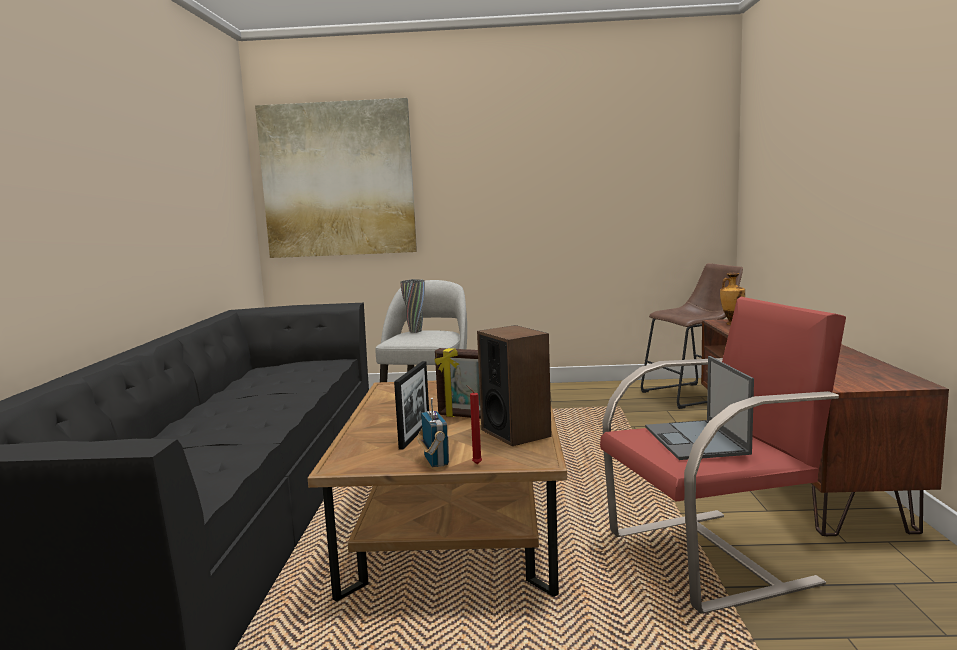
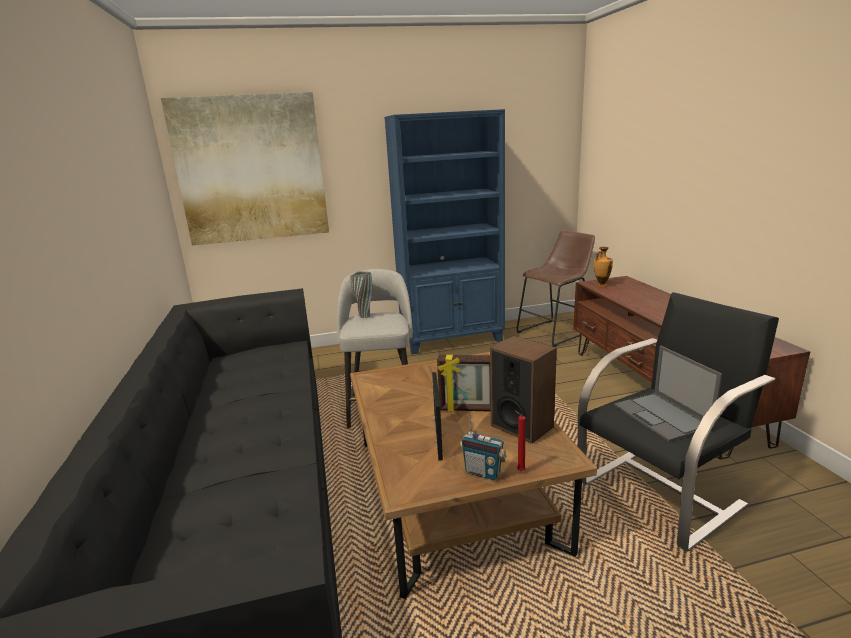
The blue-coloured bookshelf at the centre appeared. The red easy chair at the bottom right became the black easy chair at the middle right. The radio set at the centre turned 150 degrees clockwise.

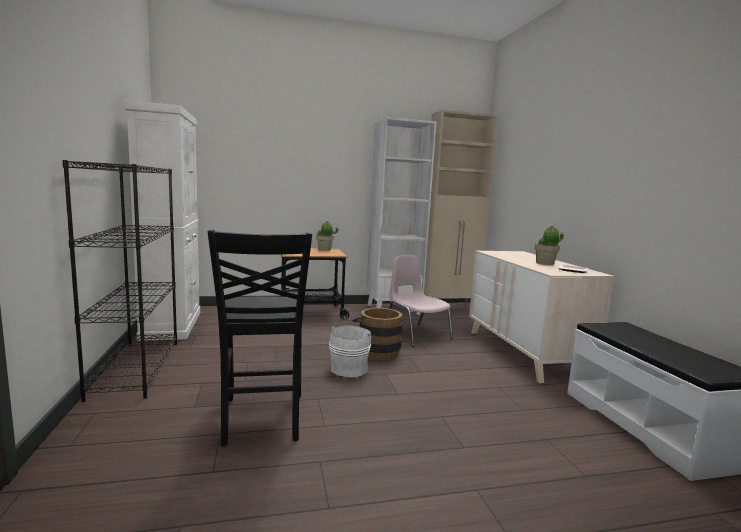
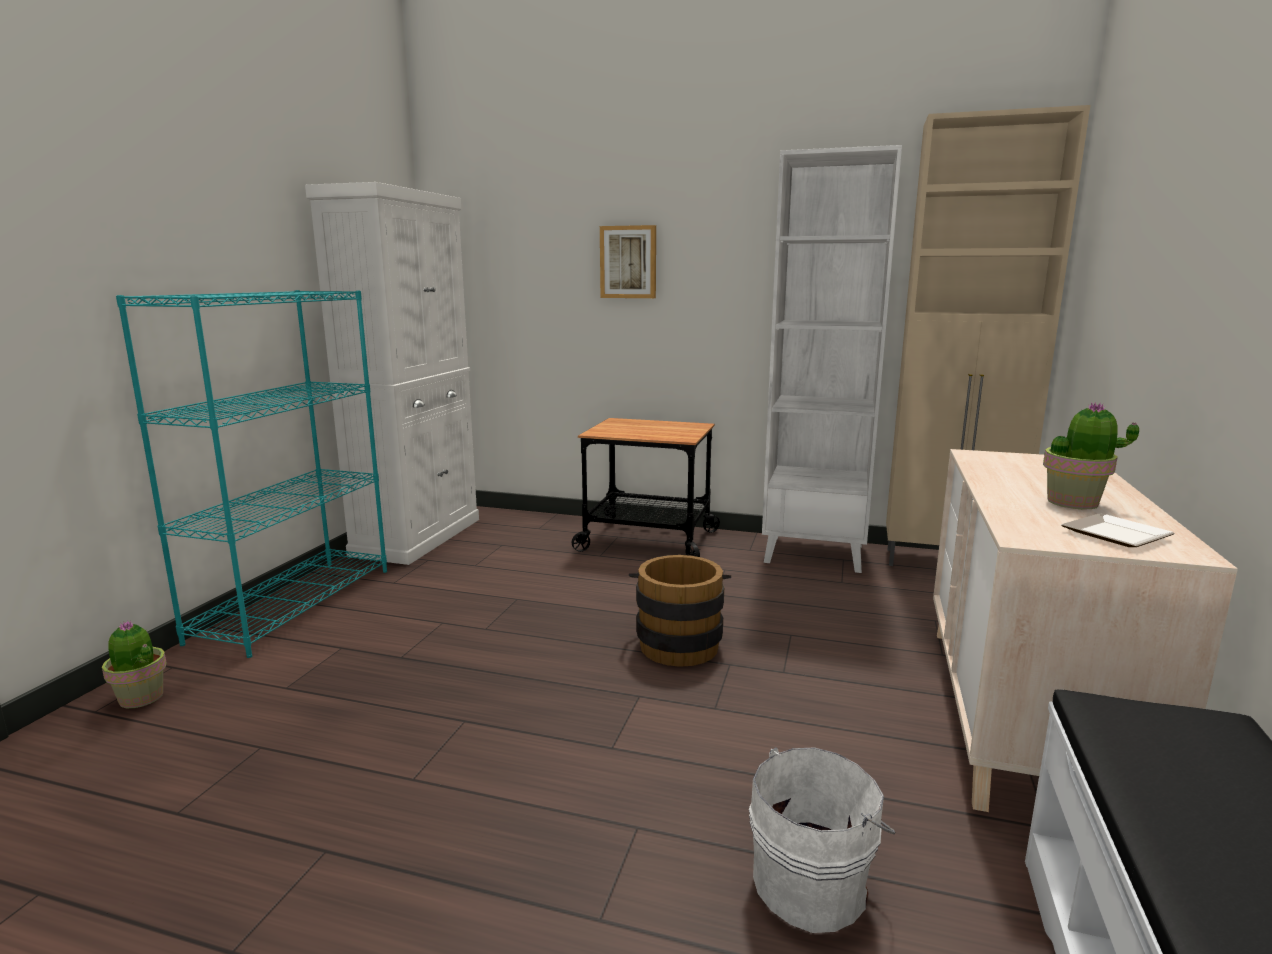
The black chair at the centre disappeared. The pink chair at the centre disappeared. The wall art at the top centre appeared. The plant in a pot (no. 1 from left) moved from the centre to the bottom left. The whitish pail moved from the centre to the bottom centre. The black bookshelf at the middle left became the blue-green bookshelf at the middle left.

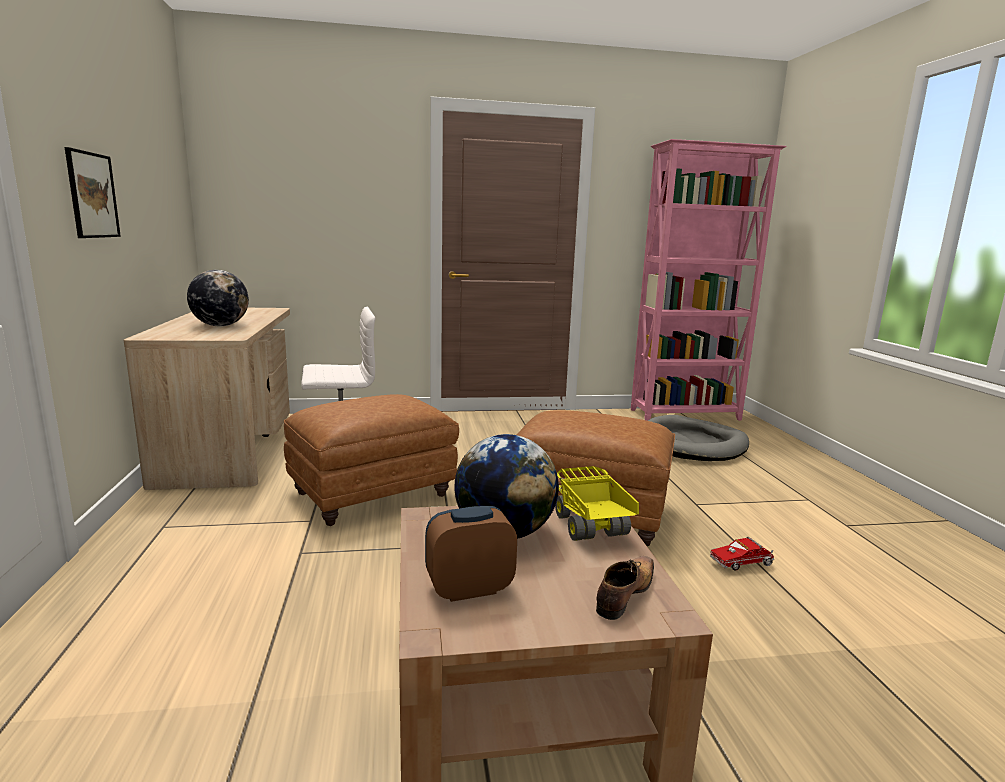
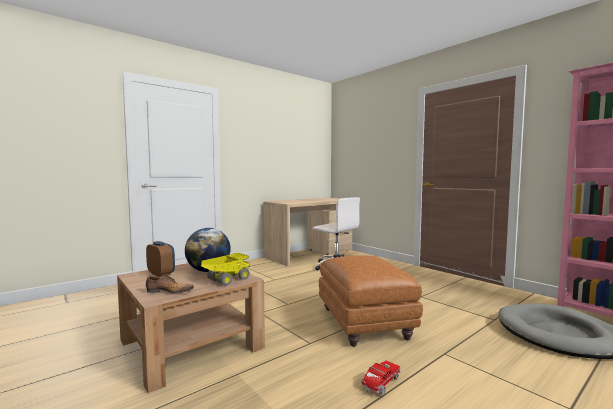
The wall art at the top left disappeared. The world globe (no. 1 from left) at the middle left disappeared. The brownish footrest (no. 1 from left) at the centre disappeared. The model truck (no. 2 from left) at the bottom right turned 90 degrees clockwise.

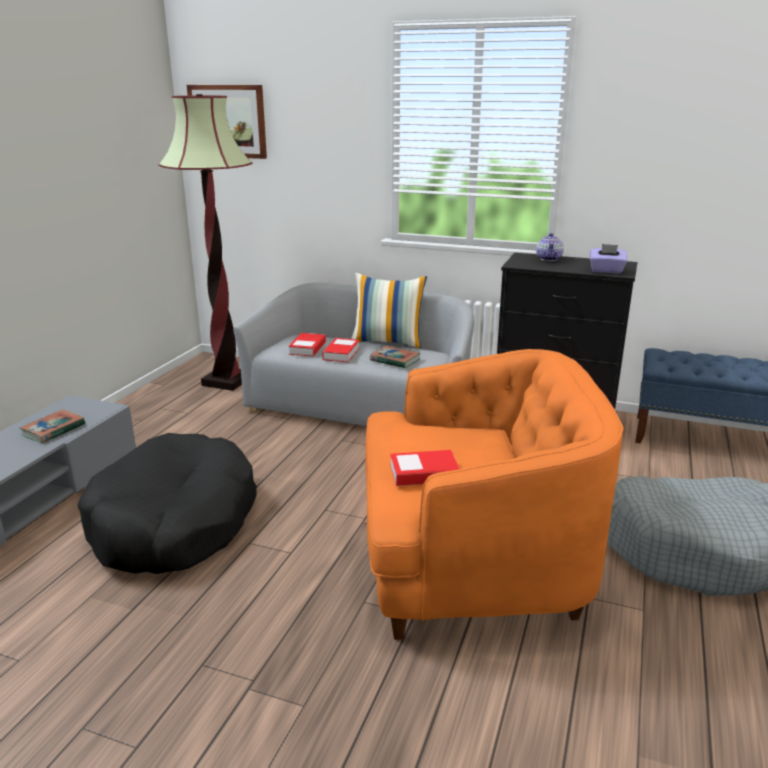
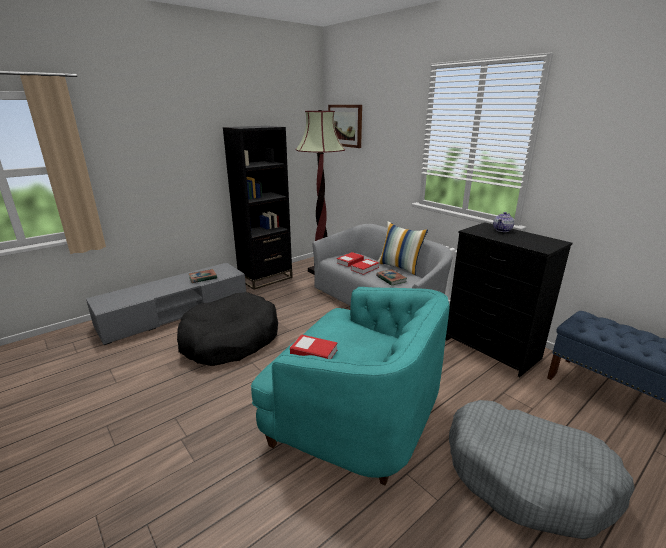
The purple-coloured box of tissues at the middle right disappeared. The black bookshelf at the centre appeared. The orange easy chair at the centre became the blue-green easy chair at the bottom centre.

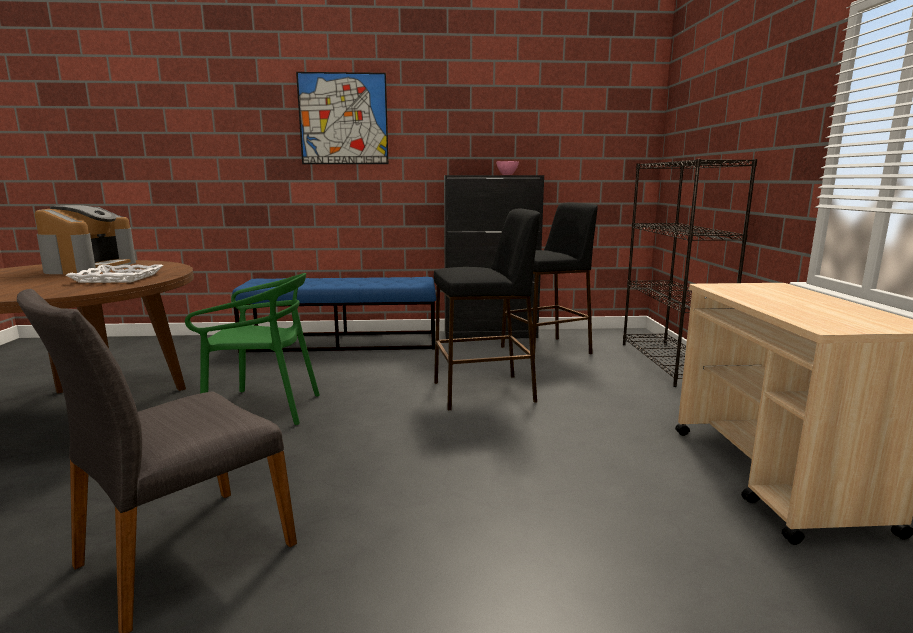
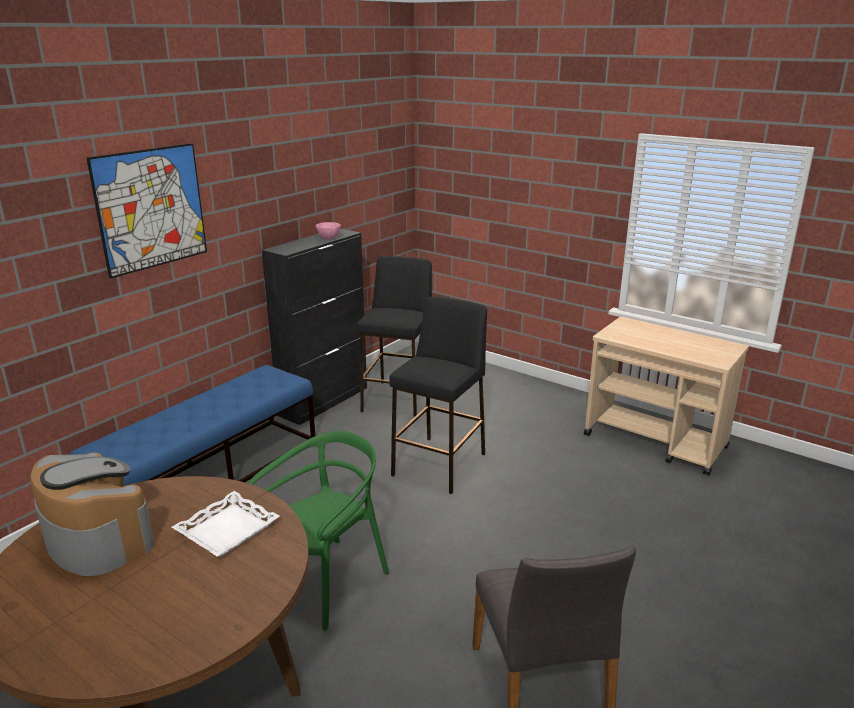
The black bookshelf at the middle right disappeared.

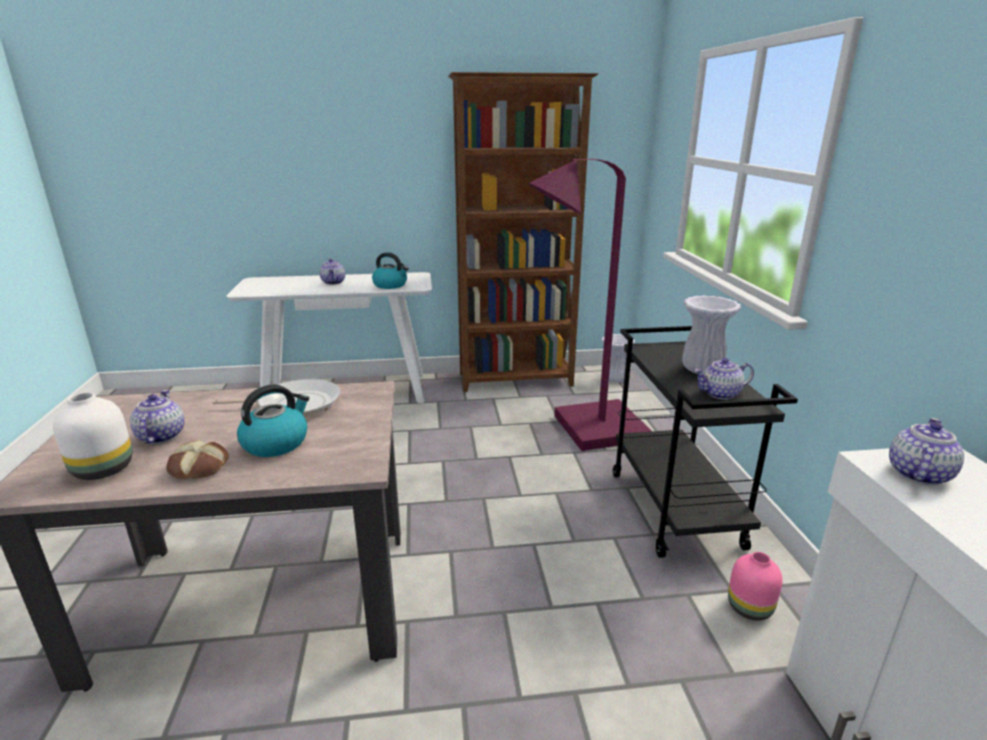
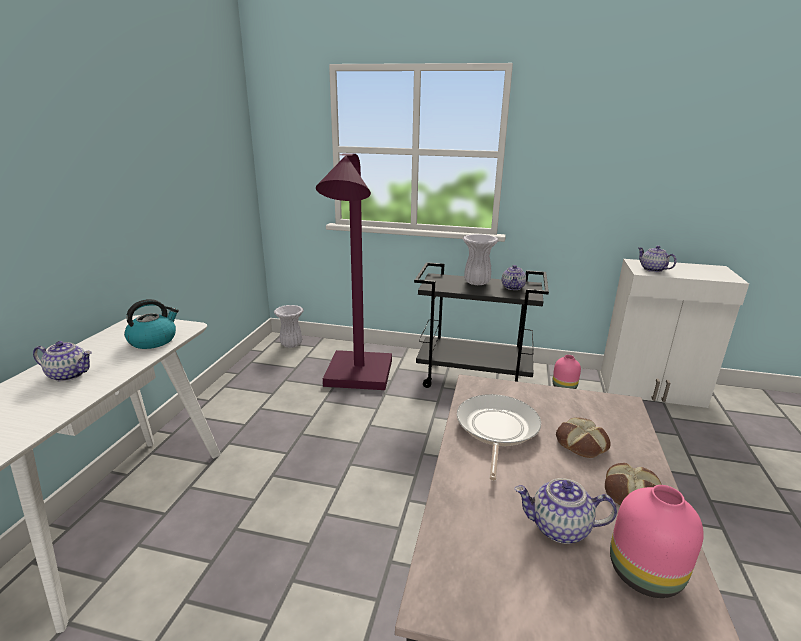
The brownish bookshelf at the top centre disappeared. The water kettle (no. 1 from left) at the middle left was replaced by the bread (no. 1 from left) at the bottom right. The whitish decorative vase (no. 1 from left) at the middle left became the pink decorative vase (no. 2 from left) at the bottom right.

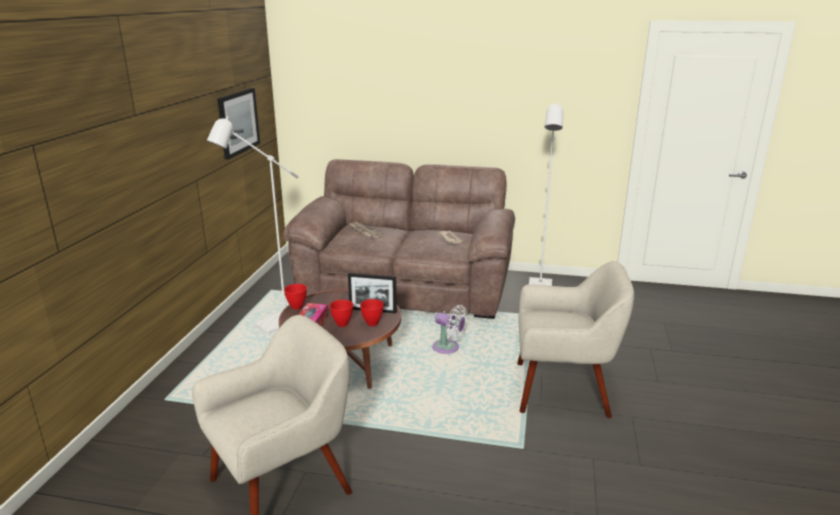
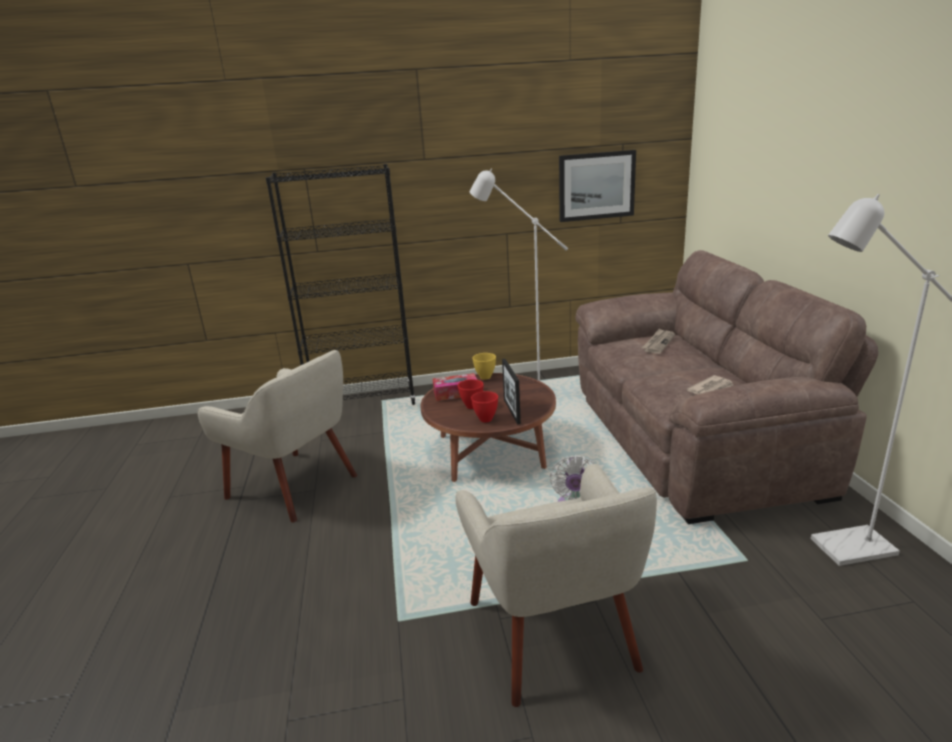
The black bookshelf at the centre appeared. The red serving bowl (no. 1 from left) at the centre became the yellowish serving bowl at the centre.

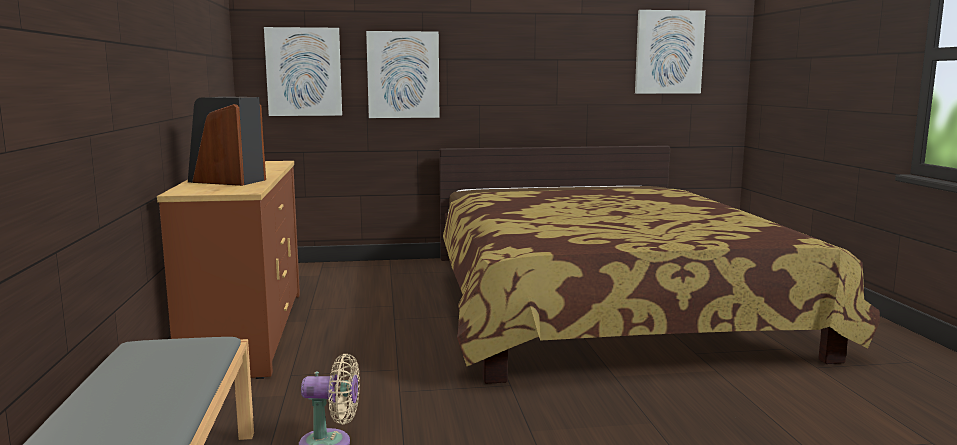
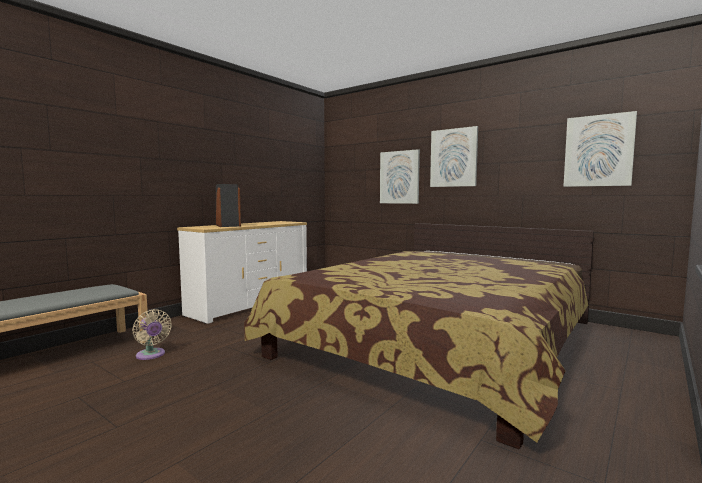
The wall art (no. 1 from left in the first image) moved from the top left to the top centre. The brownish dresser at the middle left became the whitish dresser at the centre.

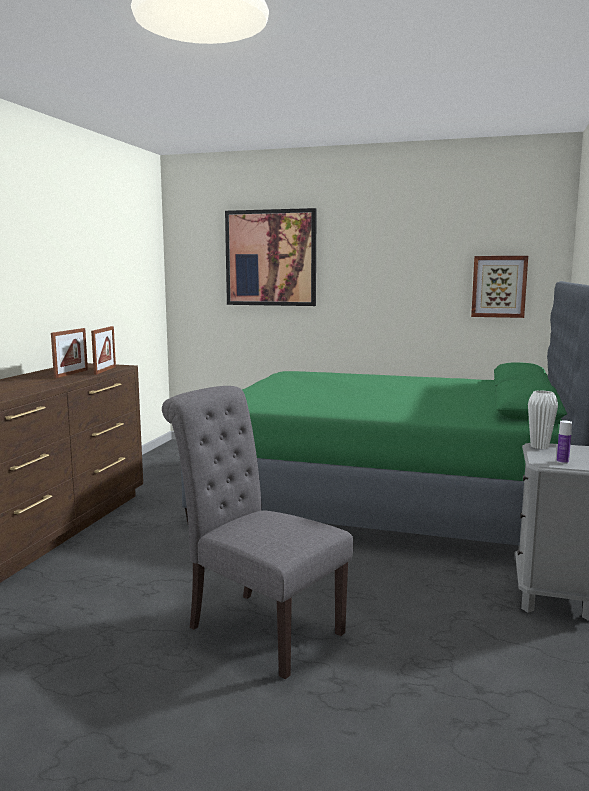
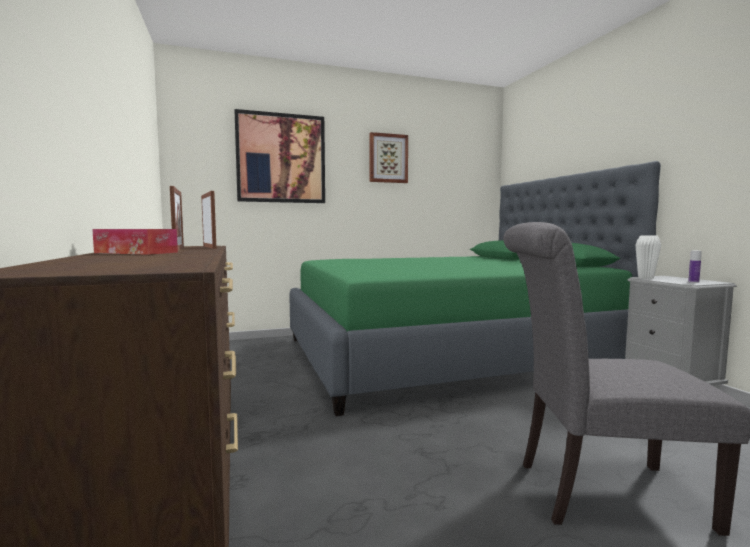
The box of tissues at the middle left appeared. The wall art (no. 2 from left) moved from the middle right to the top centre.

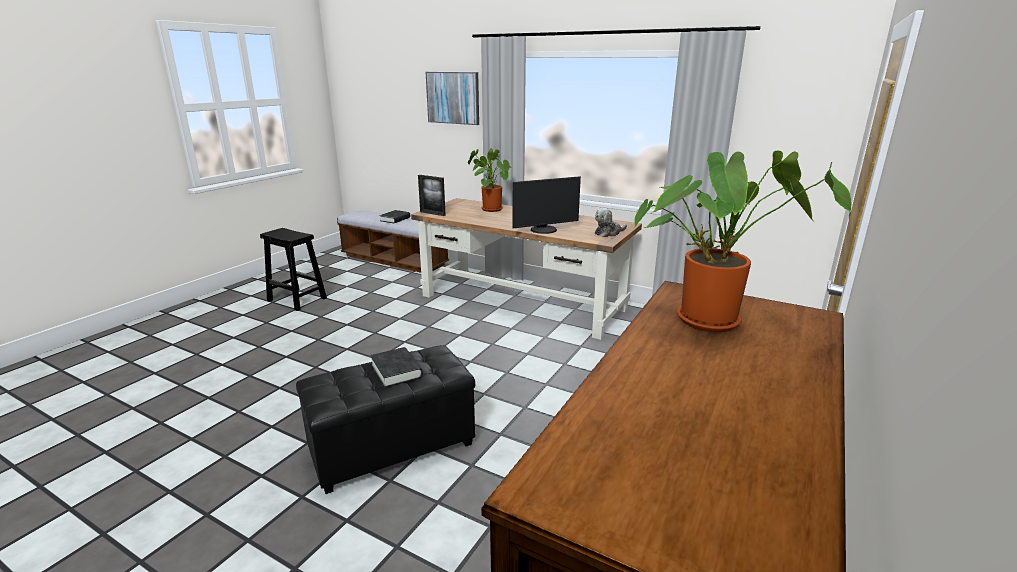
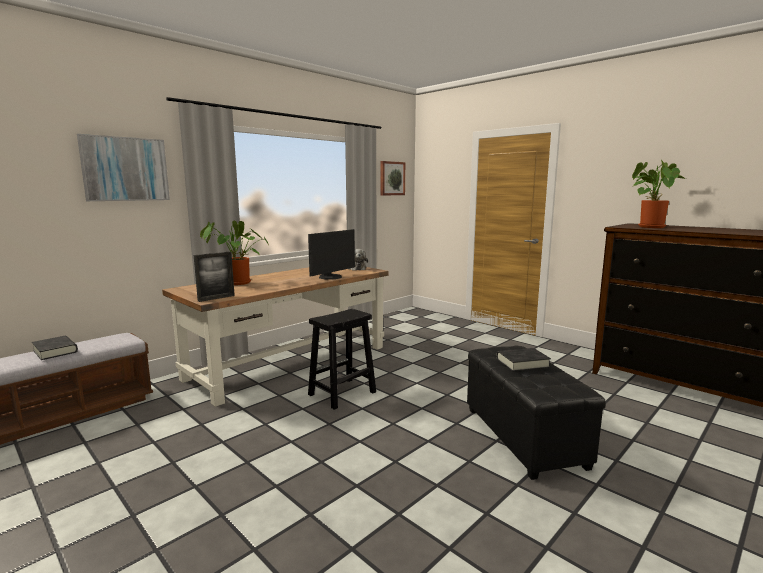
The wall art (no. 2 from left) at the top centre appeared. The black stool seat moved from the middle left to the centre. The computer display at the centre turned 45 degrees clockwise.

